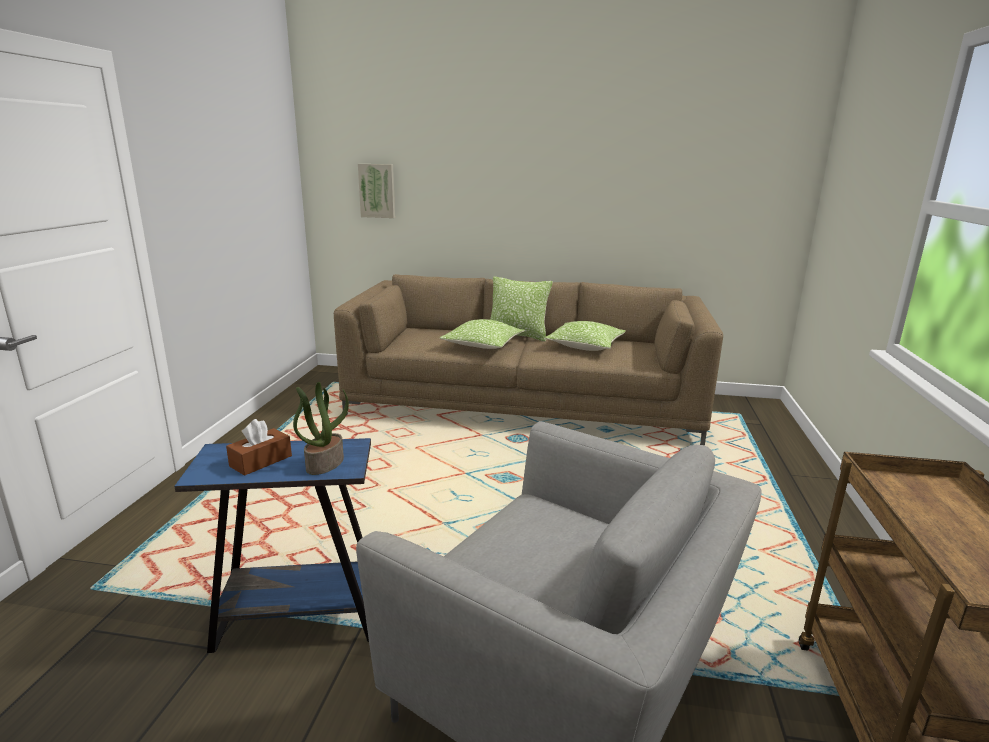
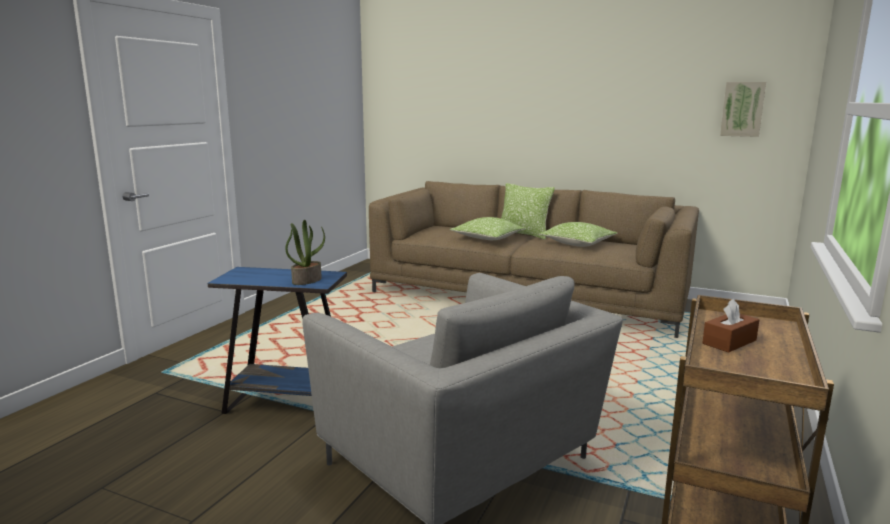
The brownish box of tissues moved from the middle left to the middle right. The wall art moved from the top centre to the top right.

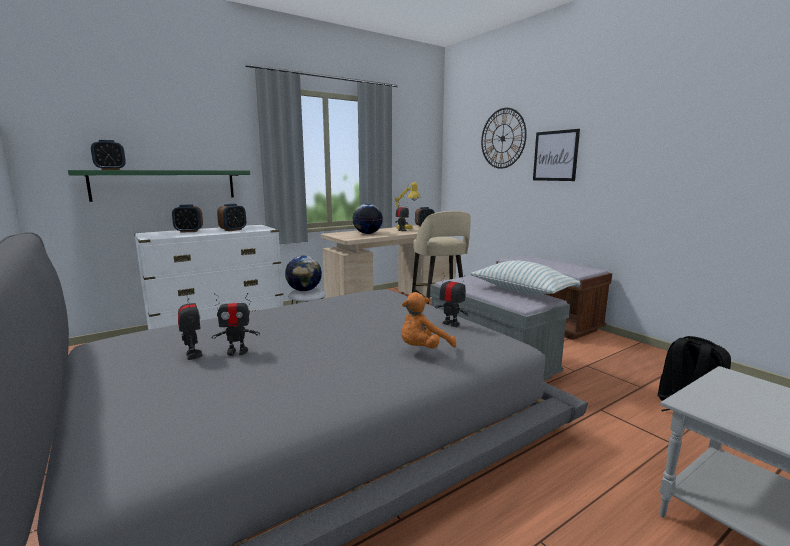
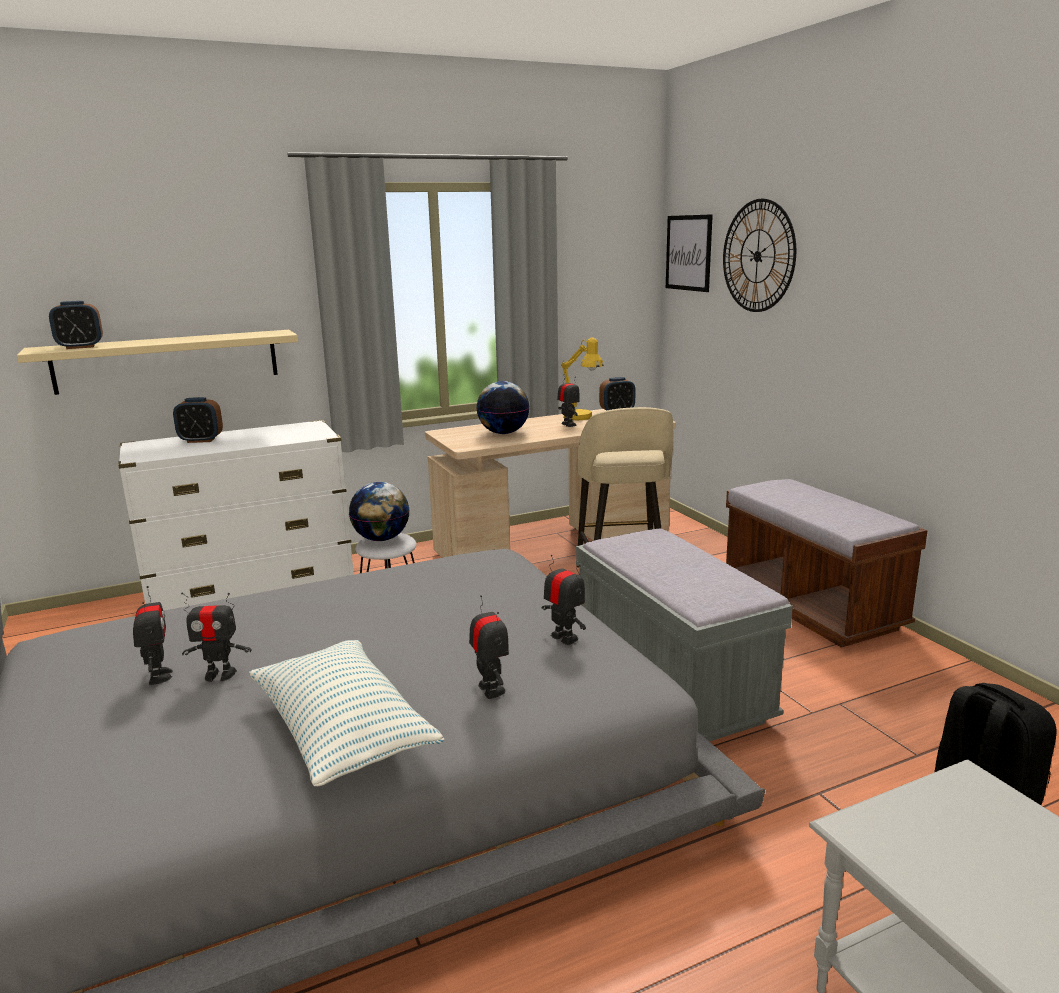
The table clock (no. 3 from left) at the middle left disappeared. The throw pillow moved from the centre to the bottom left. The wall art moved from the top right to the top centre. The orange plush toy at the centre was replaced by the toy robot (no. 3 from left) at the centre. The green bracket shelf at the middle left became the sand-coloured bracket shelf at the middle left.

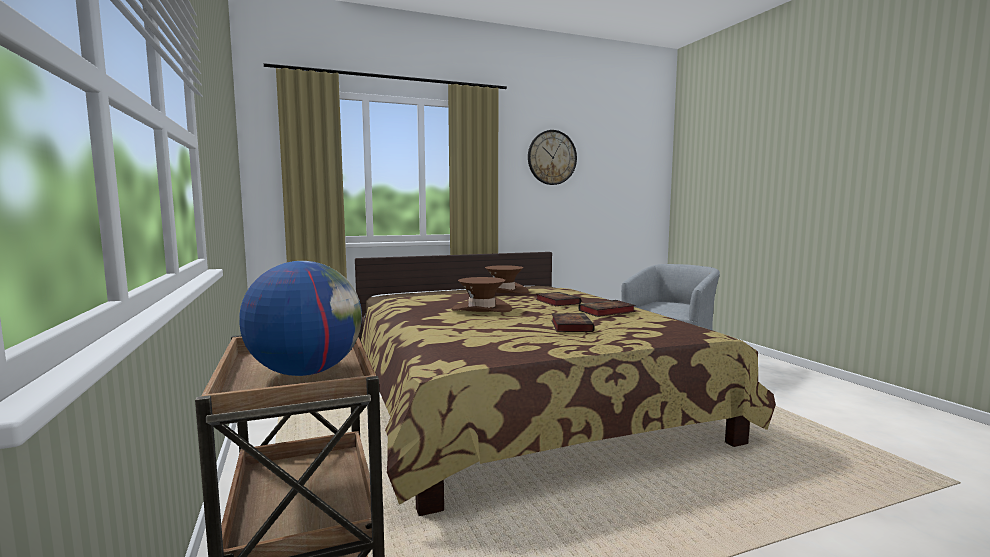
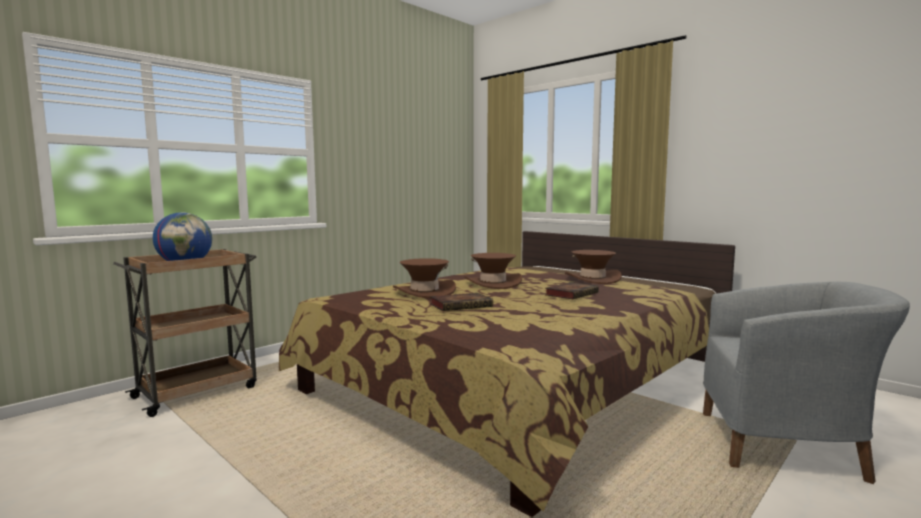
The wall clock at the top centre disappeared. The bound book (no. 3 from left) at the centre disappeared. The brownish hat (no. 1 from left) at the centre appeared.

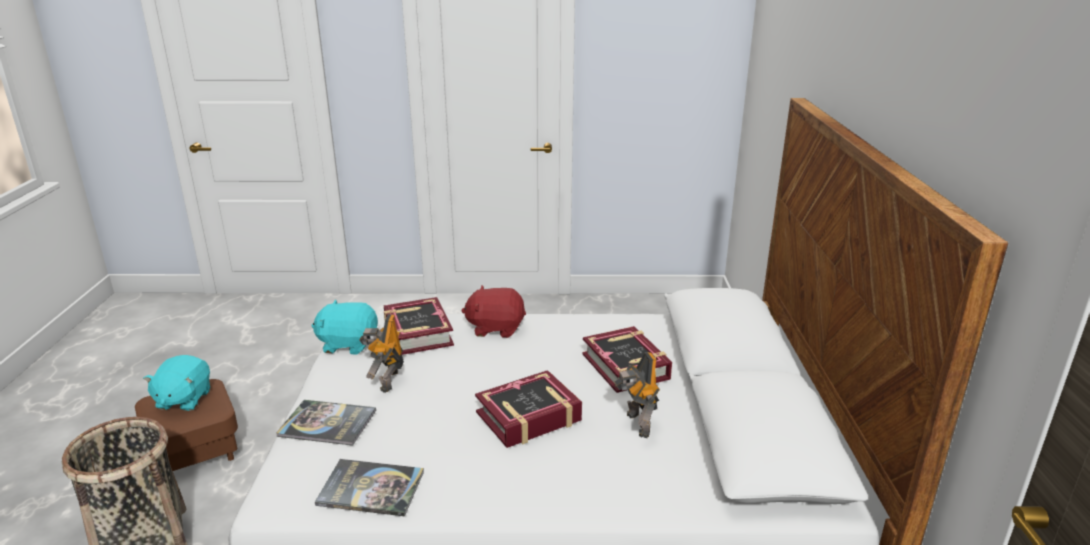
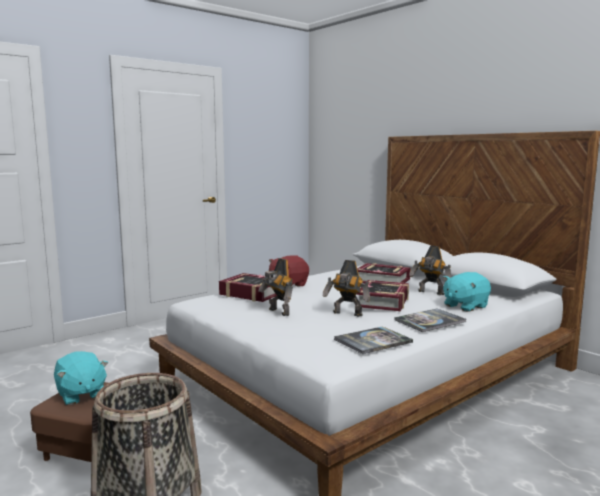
The toy robot (no. 2 from left) at the centre appeared. The bound book (no. 1 from left in the first image) moved from the bottom left to the middle right. The blue-green plush toy (no. 2 from left) moved from the middle left to the middle right.

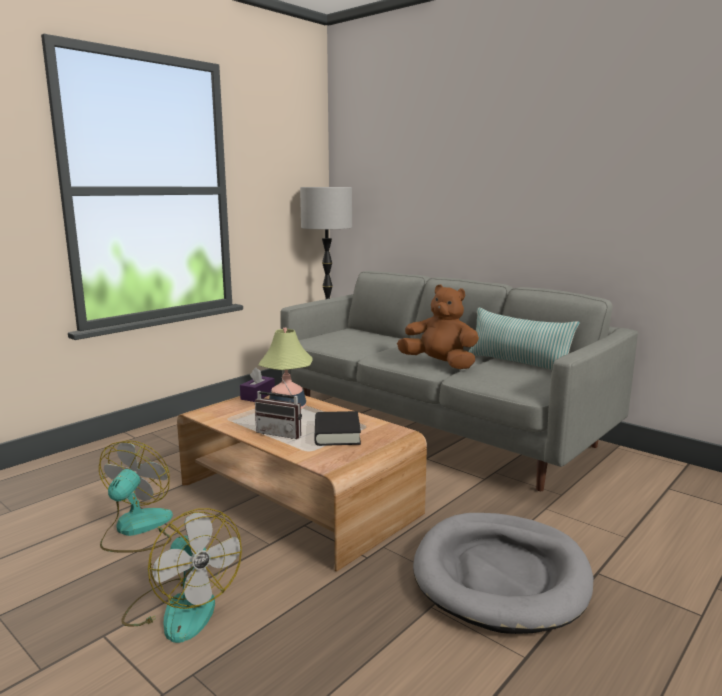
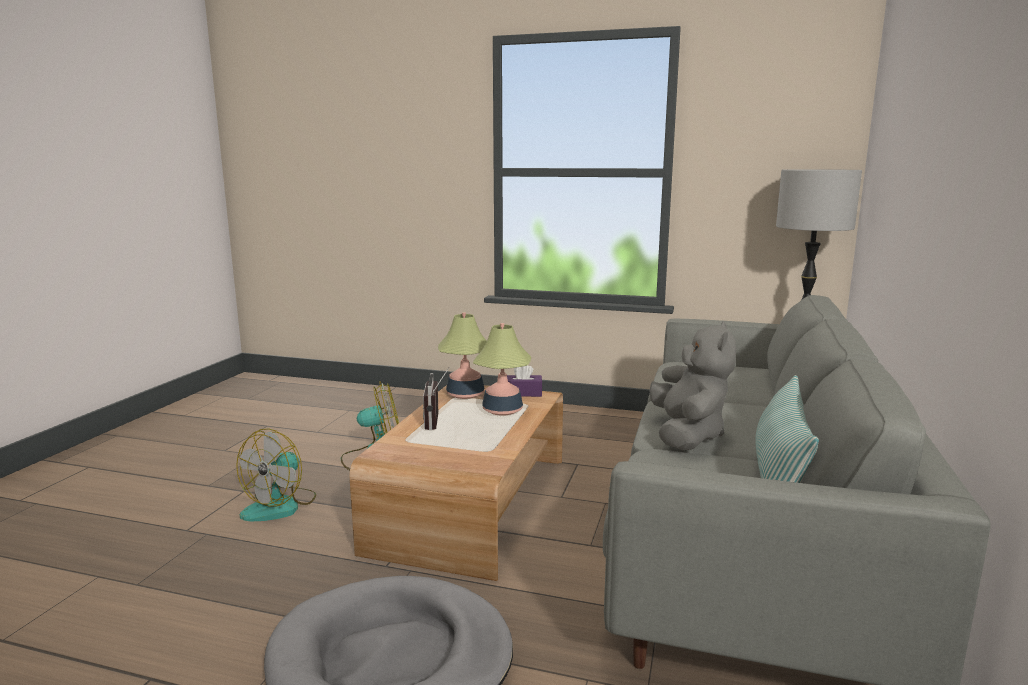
The black bound book at the centre disappeared. The table lamp (no. 1 from left) at the centre appeared. The brownish plush toy at the centre became the gray plush toy at the middle right.

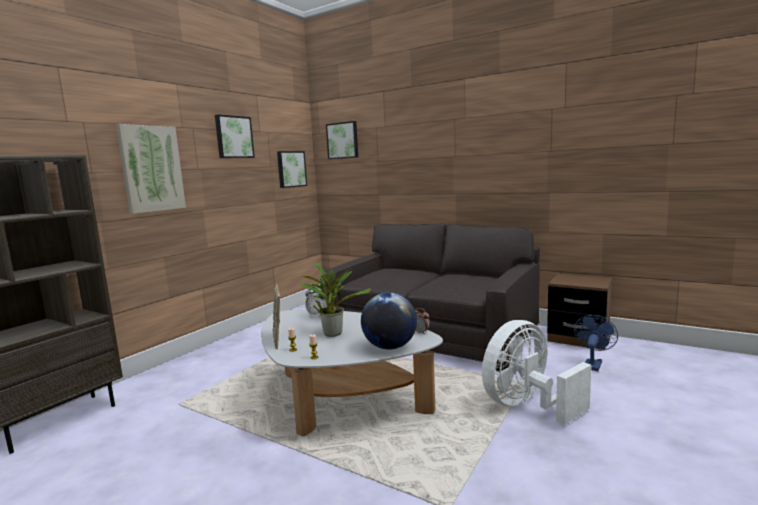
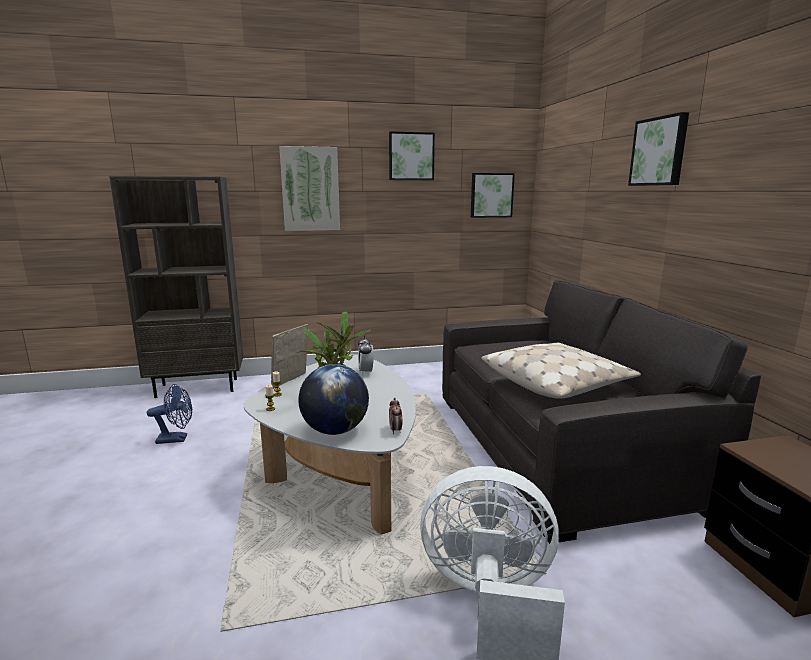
The sand-coloured throw pillow at the middle right appeared. The wall art (no. 4 from left) moved from the top centre to the top right. The blue-coloured cooling fan moved from the bottom right to the middle left.

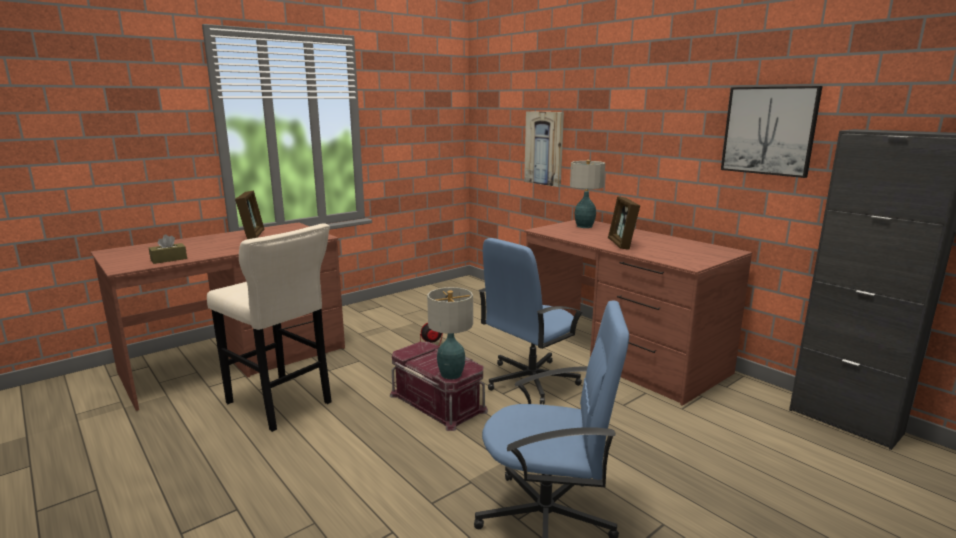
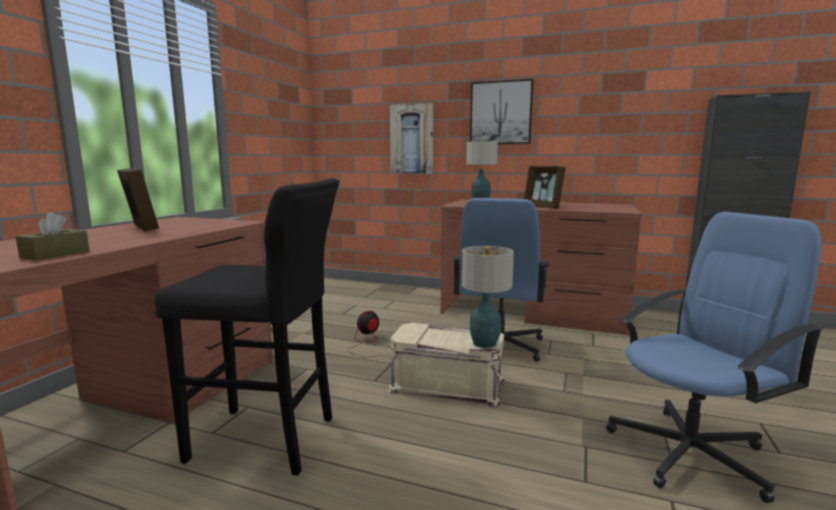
The wall art (no. 2 from left) moved from the top right to the top centre. The sand-coloured stool seat at the middle left became the black stool seat at the middle left. The red storage bin at the bottom centre became the sand-coloured storage bin at the bottom centre.

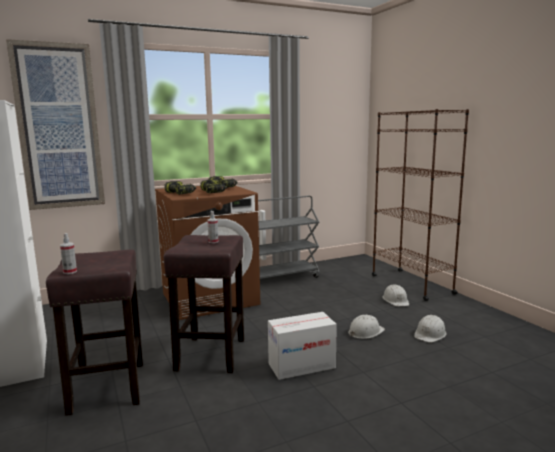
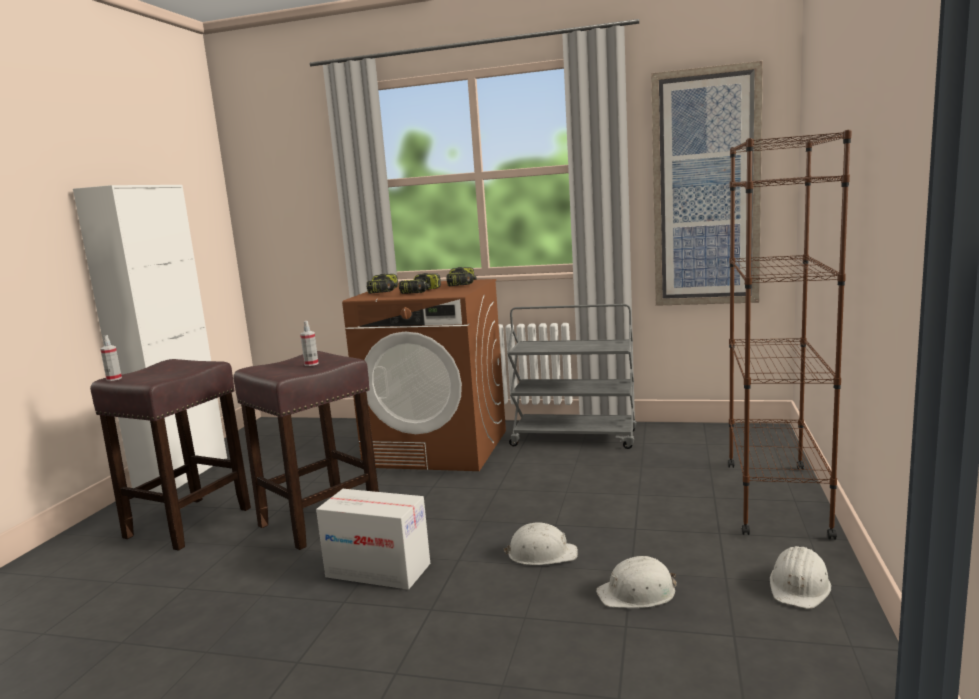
The wall art moved from the top left to the top right. The whitish work helmet (no. 2 from left in the first image) moved from the middle right to the bottom right.

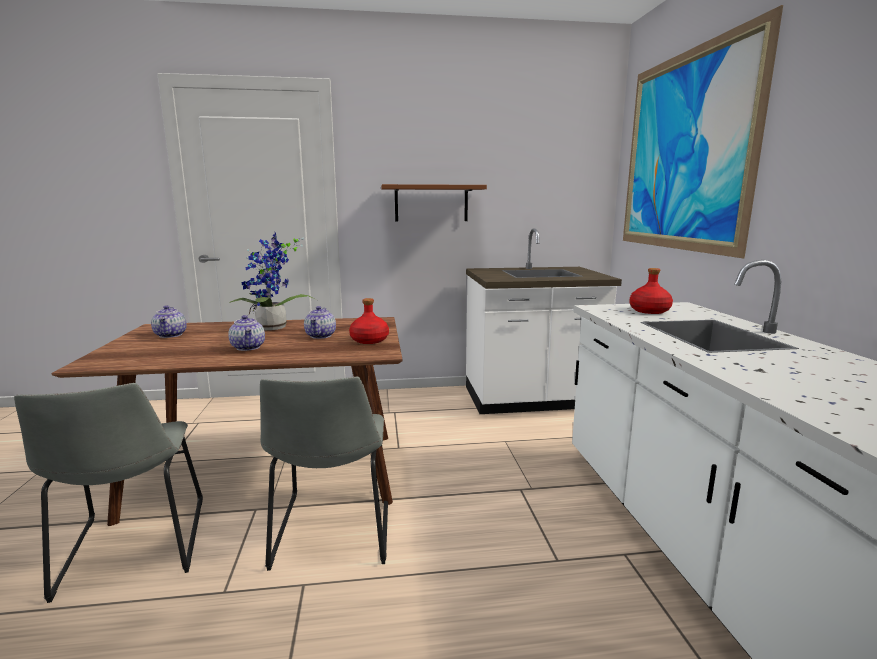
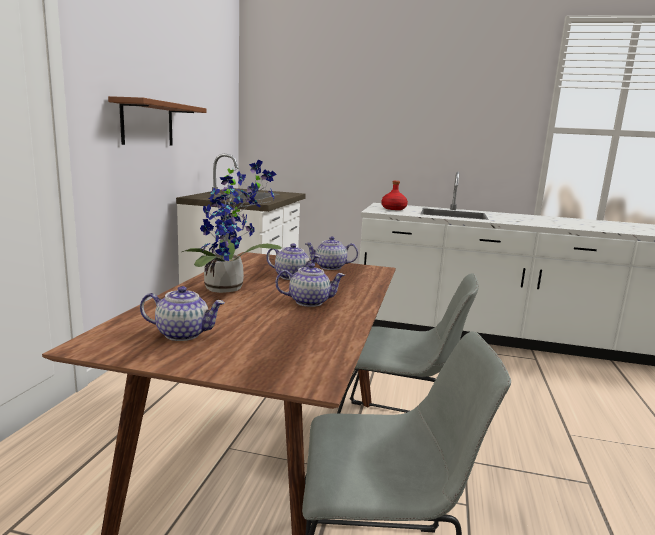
The wall art at the top right disappeared. The red drink bottle (no. 1 from left) at the centre was replaced by the pot for tea (no. 4 from left) at the centre.

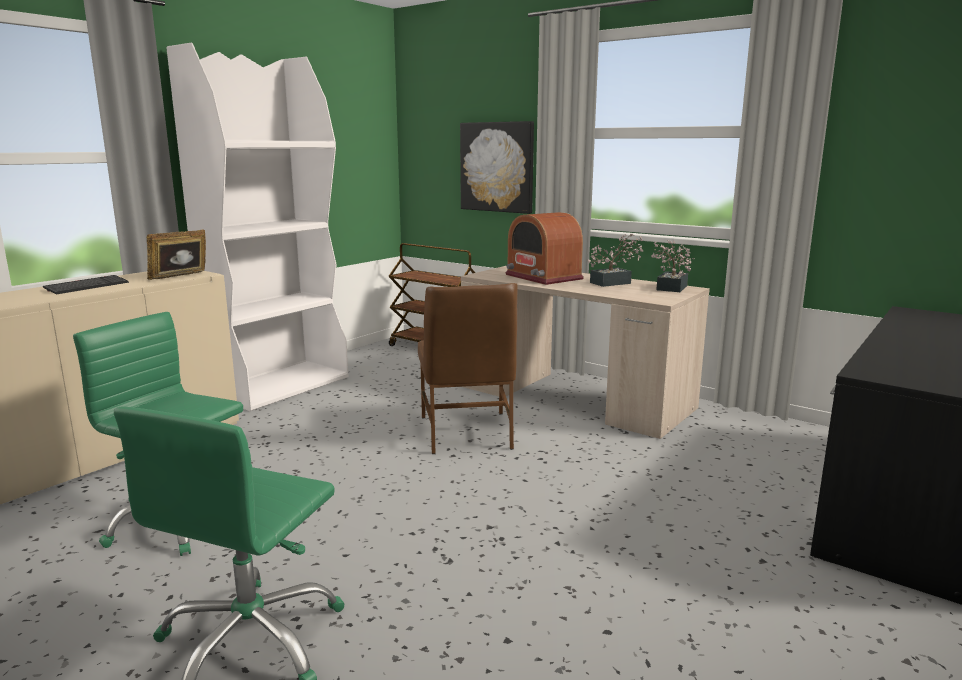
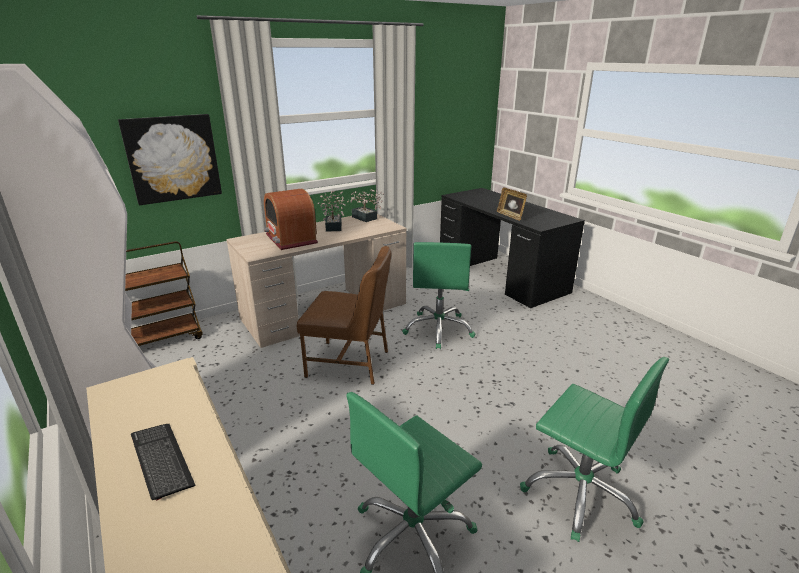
The green office chair (no. 2 from left) at the centre appeared. The standing frame moved from the middle left to the centre. The radio set at the centre turned 75 degrees clockwise.

